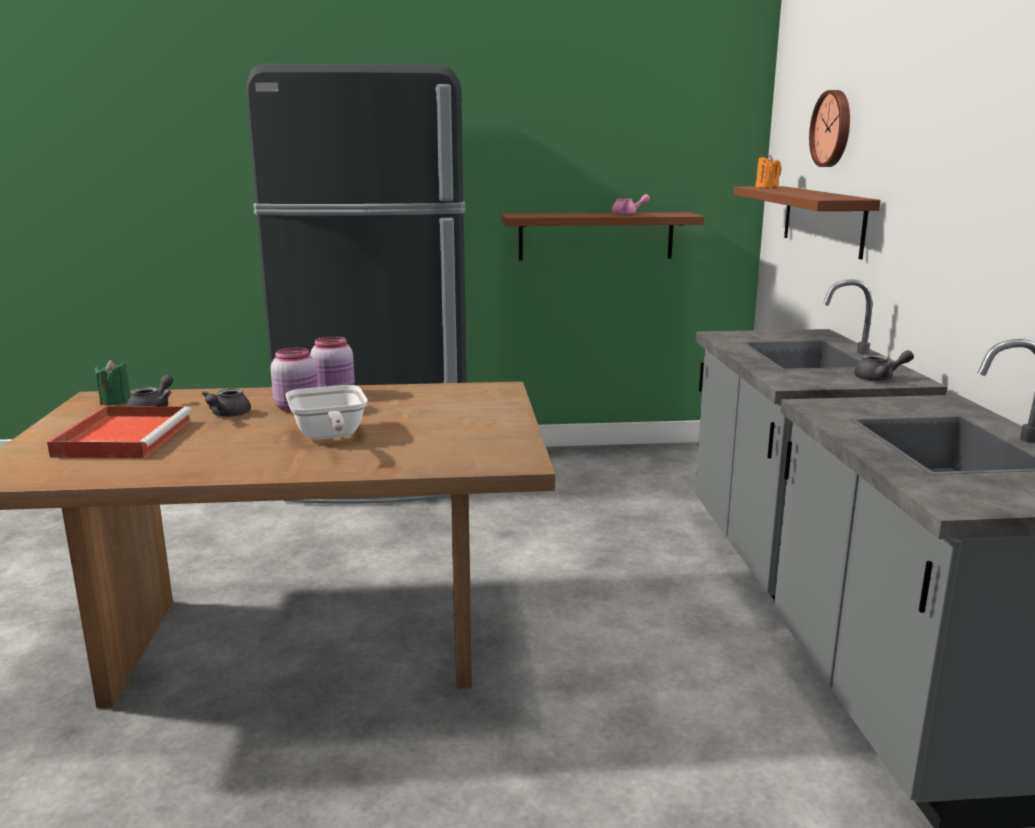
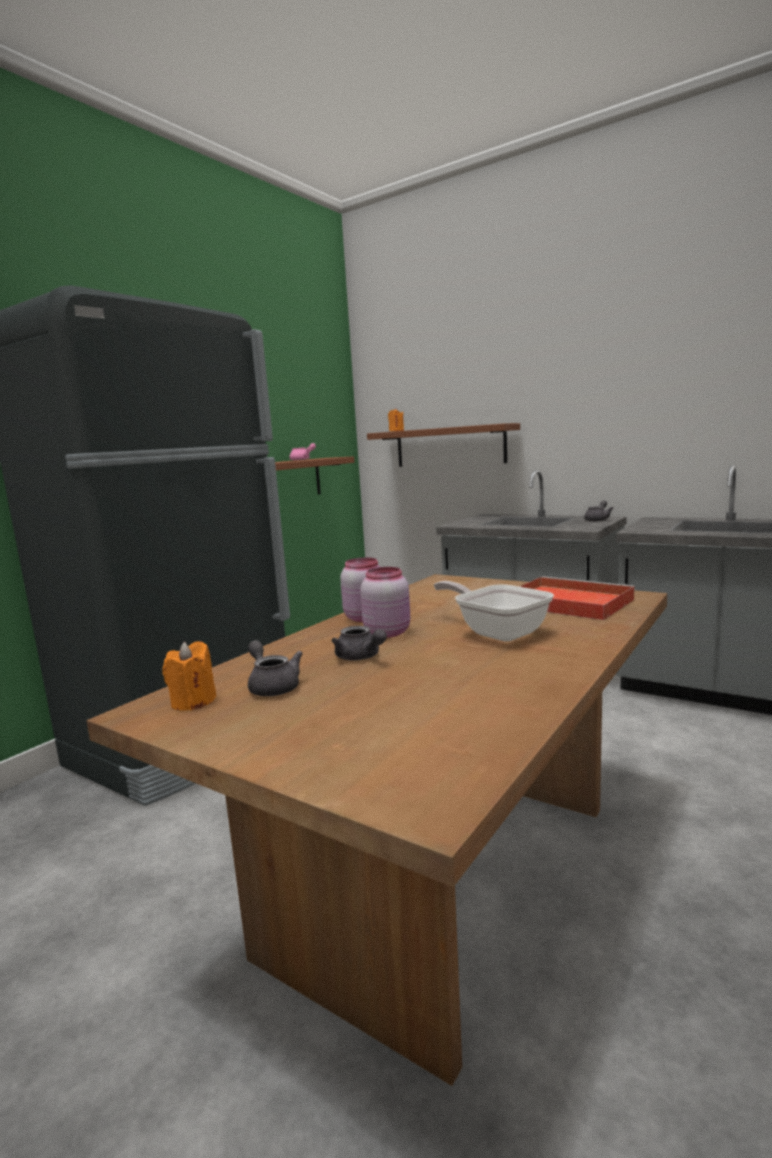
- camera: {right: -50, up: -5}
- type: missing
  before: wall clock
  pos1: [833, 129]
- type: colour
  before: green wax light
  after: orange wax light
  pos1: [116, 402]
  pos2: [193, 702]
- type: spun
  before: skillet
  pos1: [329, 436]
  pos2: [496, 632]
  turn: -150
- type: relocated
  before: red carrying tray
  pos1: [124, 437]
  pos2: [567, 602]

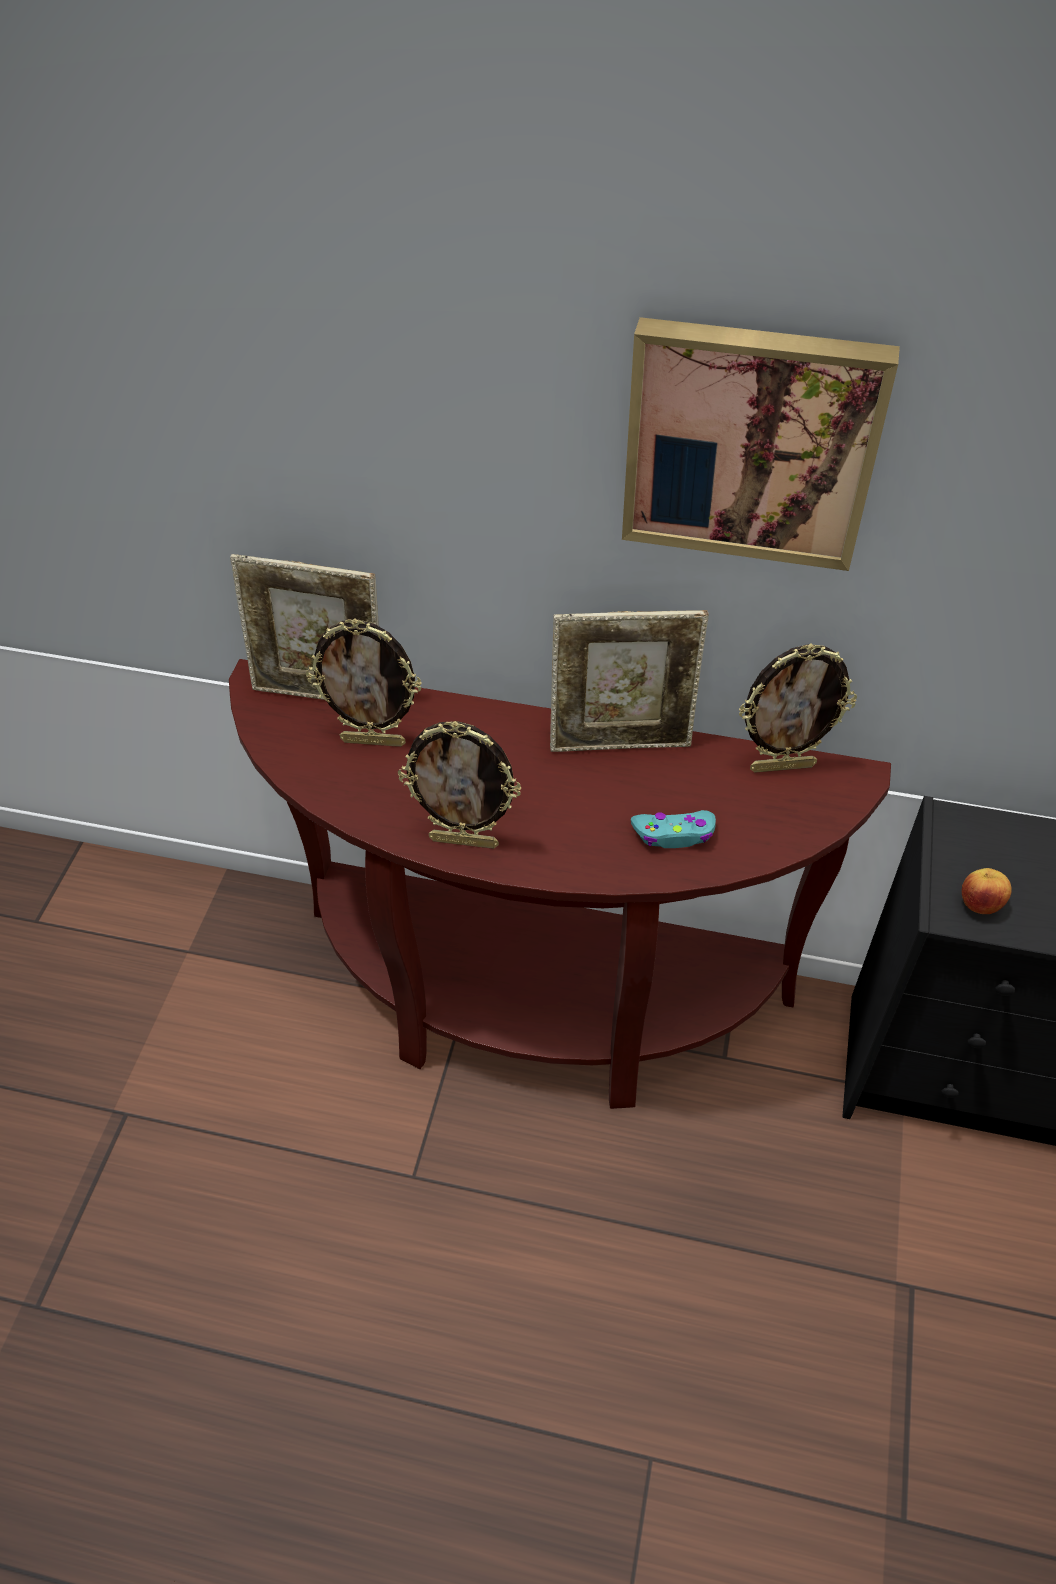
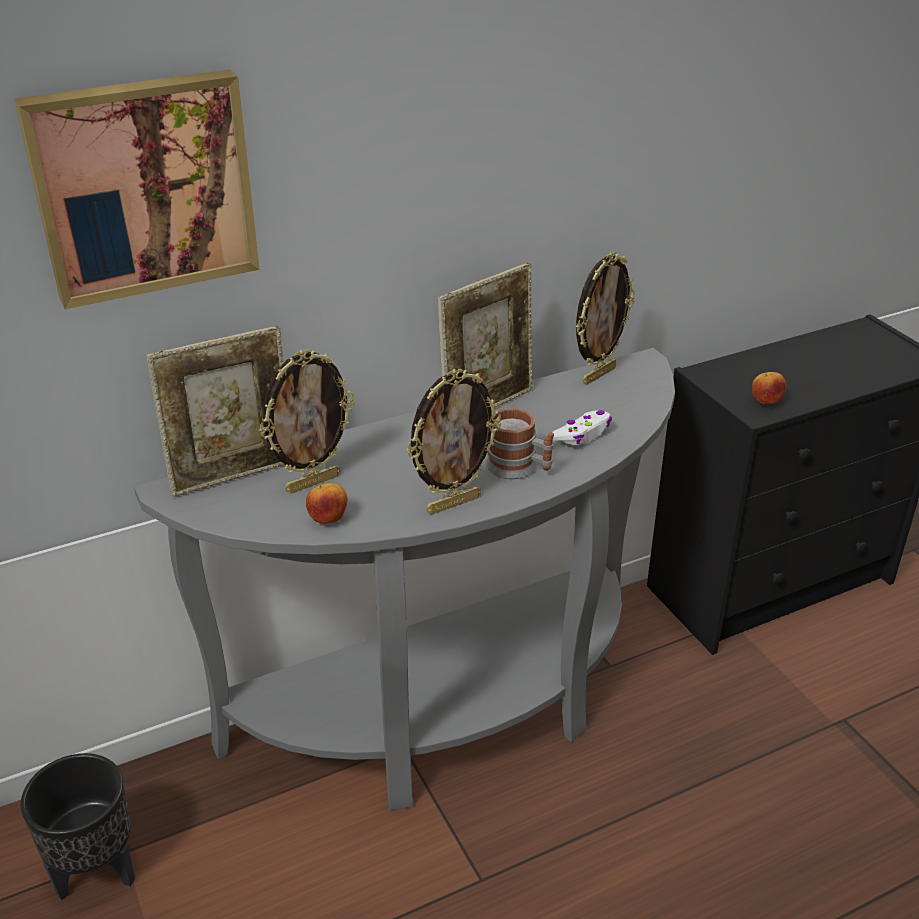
- camera: {right: -40, up: -15}
- type: relocated
  before: picture
  pos1: [751, 441]
  pos2: [143, 186]
- type: colour
  before: brownish console table
  after: gray console table
  pos1: [534, 1004]
  pos2: [453, 712]
- type: colour
  before: turquoise joypad
  after: white-coloured joypad
  pos1: [674, 834]
  pos2: [581, 435]
- type: appeared
  after: mug
  pos2: [519, 467]
- type: appeared
  after: apple fruit
  pos2: [328, 519]
- type: appeared
  after: black plant pot
  pos2: [97, 871]

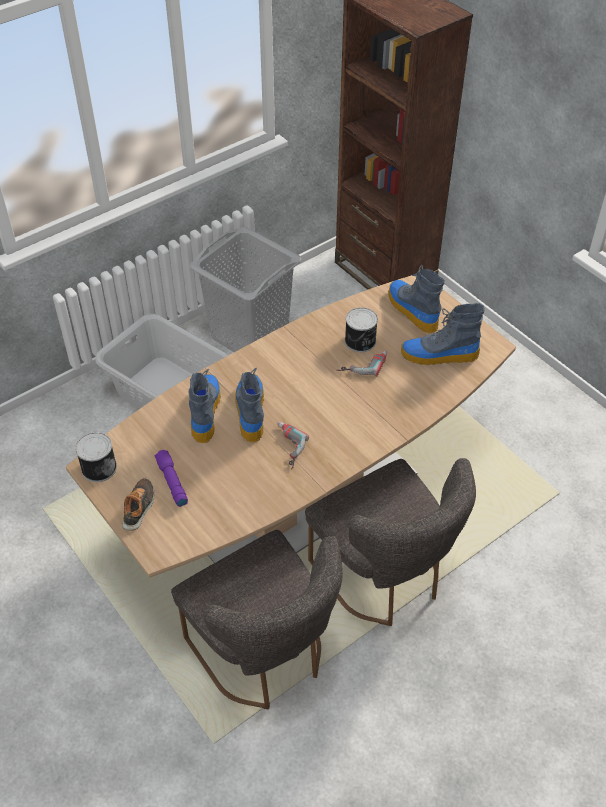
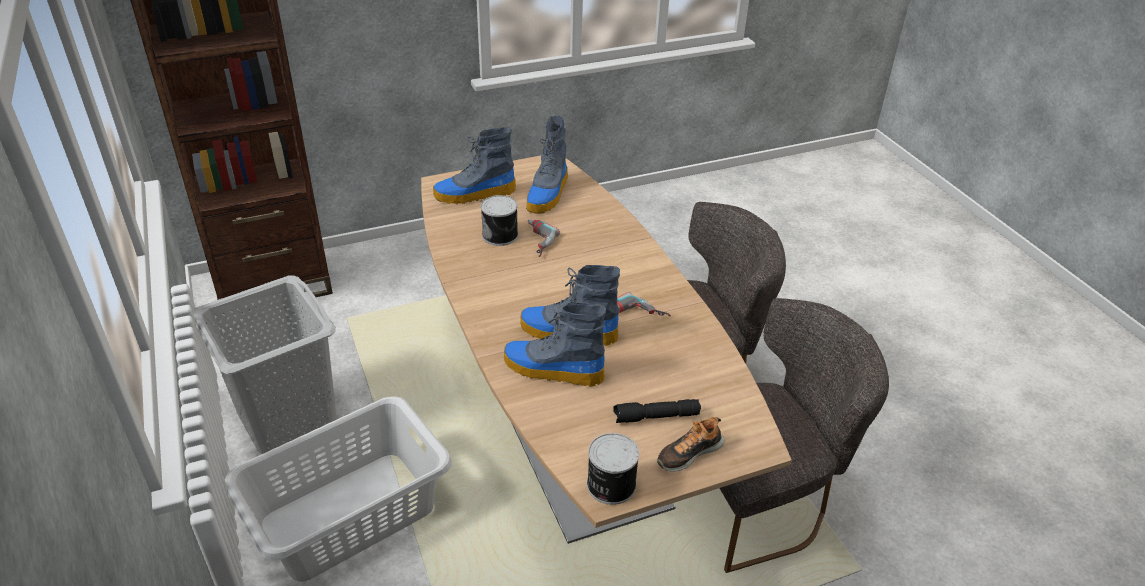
- camera: {right: -75, up: -10}
- type: colour
  before: purple hand torch
  after: black hand torch
  pos1: [171, 481]
  pos2: [655, 417]
- type: spun
  before: shoe
  pos1: [139, 507]
  pos2: [689, 453]
  turn: -60

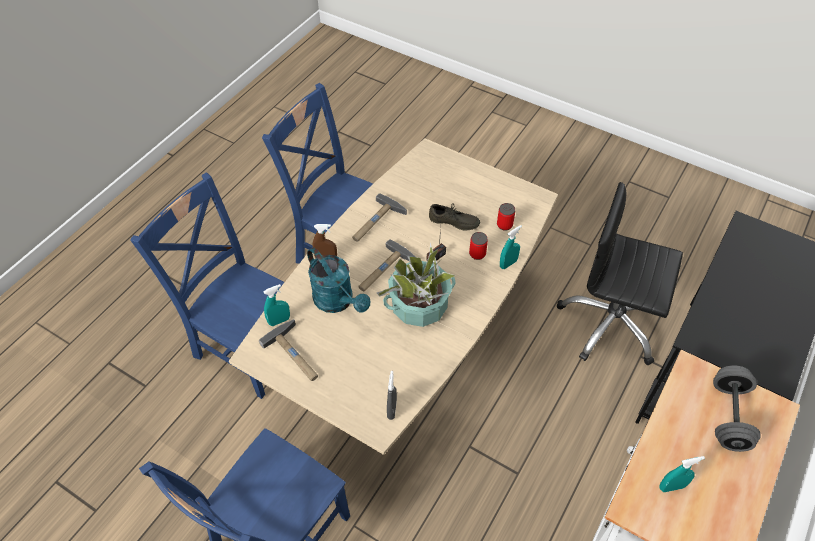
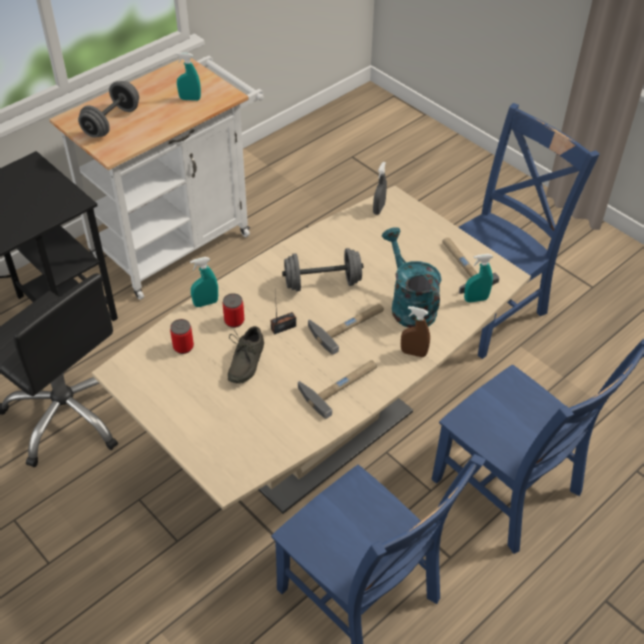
- camera: {right: -165, up: -5}
- type: spun
  before: gray shoe
  pos1: [453, 223]
  pos2: [244, 362]
  turn: -105
- type: exchanged
  before: potted plant
  after: gray free weight
  pos1: [419, 306]
  pos2: [322, 283]

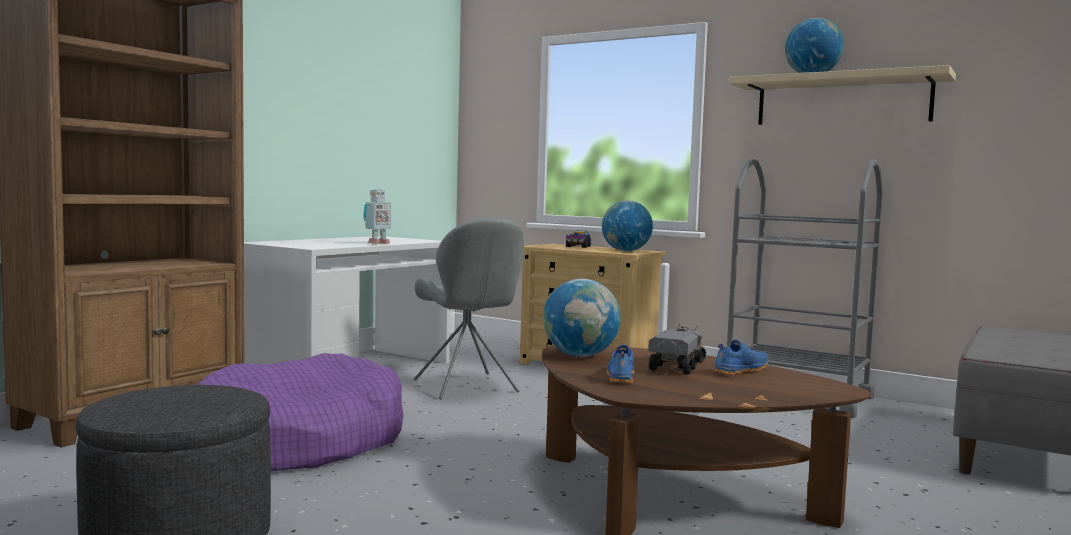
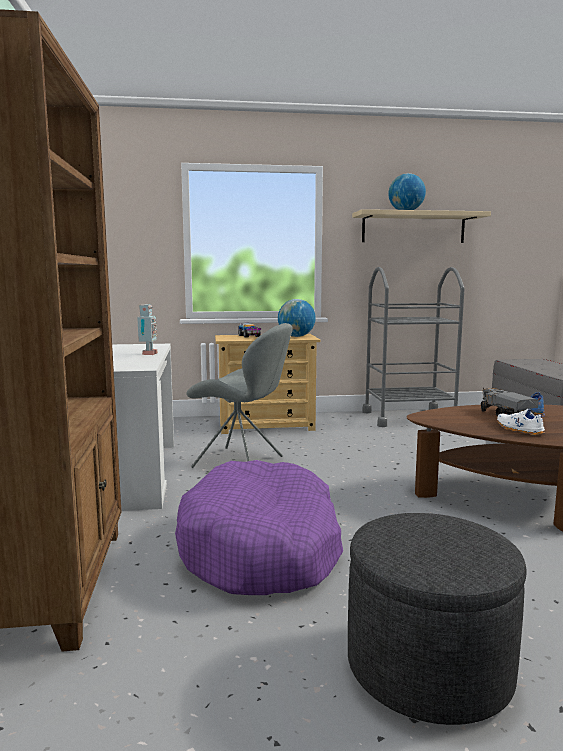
- camera: {right: -40, up: 5}
- type: missing
  before: desk globe
  pos1: [580, 355]
- type: colour
  before: blue shoe
  after: white-coloured shoe
  pos1: [619, 376]
  pos2: [519, 430]

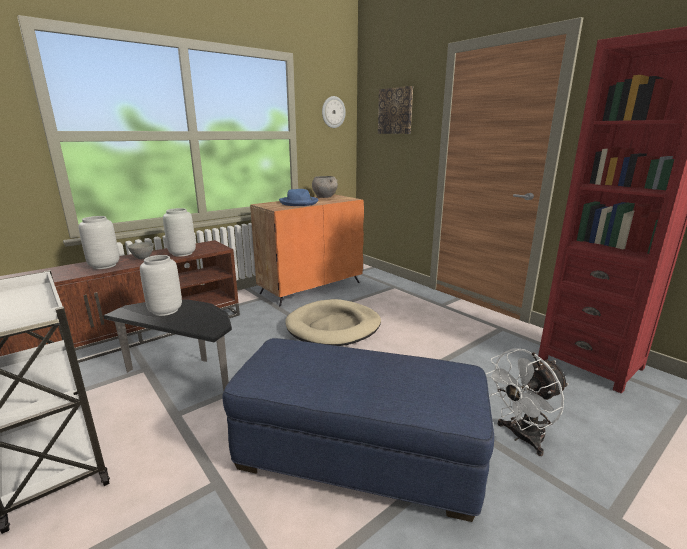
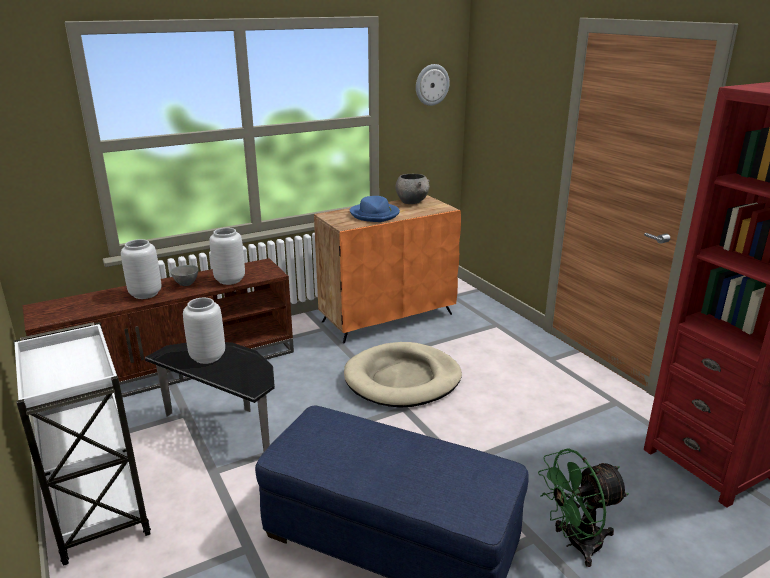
- camera: {right: 10, up: 5}
- type: missing
  before: picture
  pos1: [395, 111]
- type: colour
  before: white-coloured electric fan
  after: green electric fan
  pos1: [521, 437]
  pos2: [576, 543]

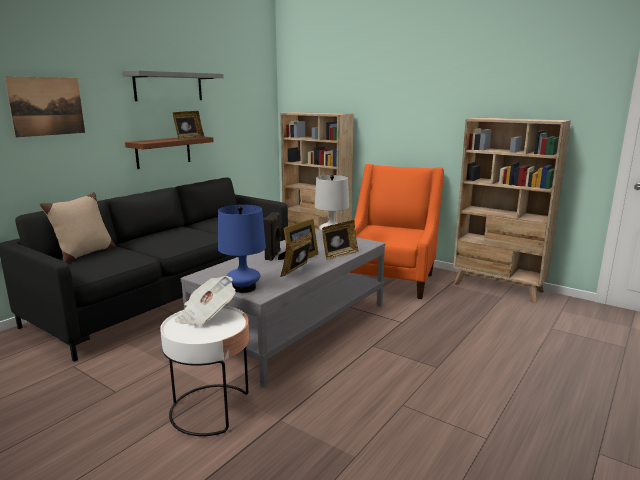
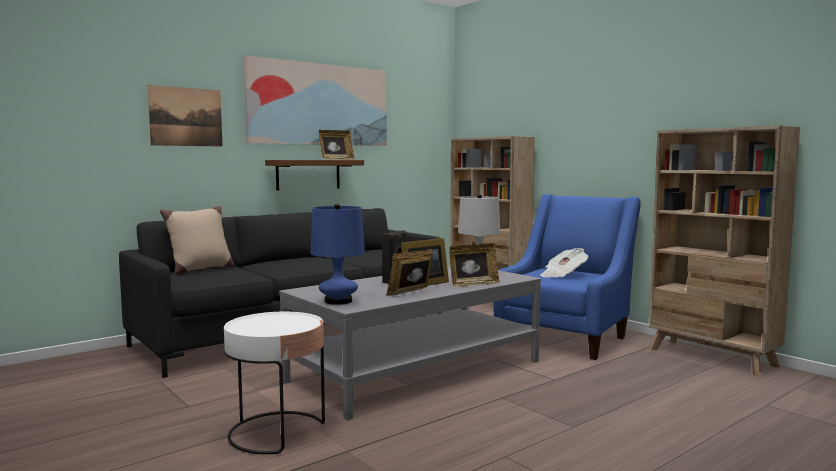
- camera: {right: 15, up: -10}
- type: exchanged
  before: gray shelf
  after: picture
  pos1: [169, 86]
  pos2: [320, 104]
- type: colour
  before: orange armchair
  after: blue armchair
  pos1: [390, 278]
  pos2: [566, 337]
- type: relocated
  before: daily paper
  pos1: [206, 315]
  pos2: [562, 275]

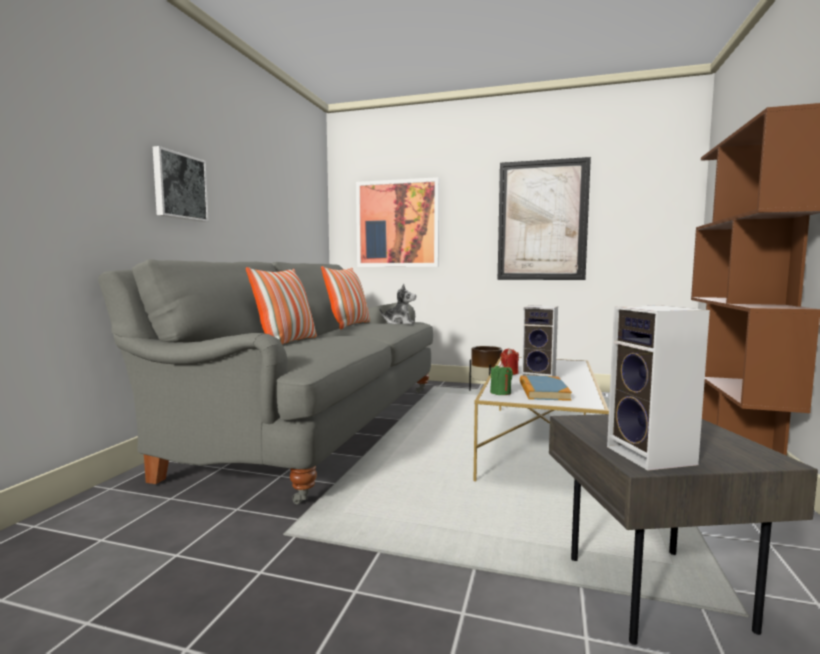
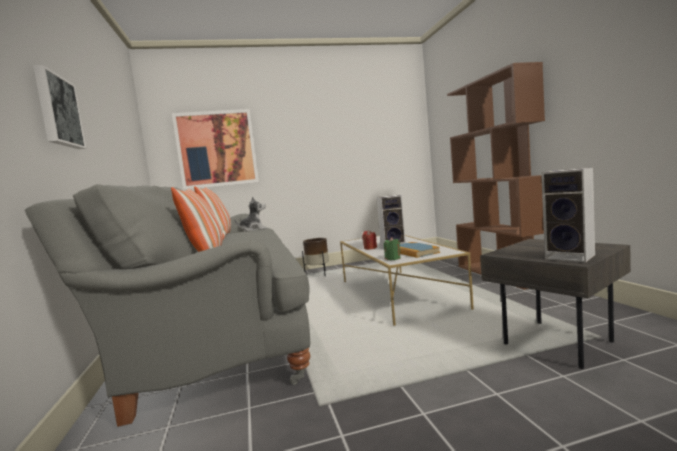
- camera: {right: -30, up: 0}
- type: missing
  before: picture
  pos1: [542, 220]

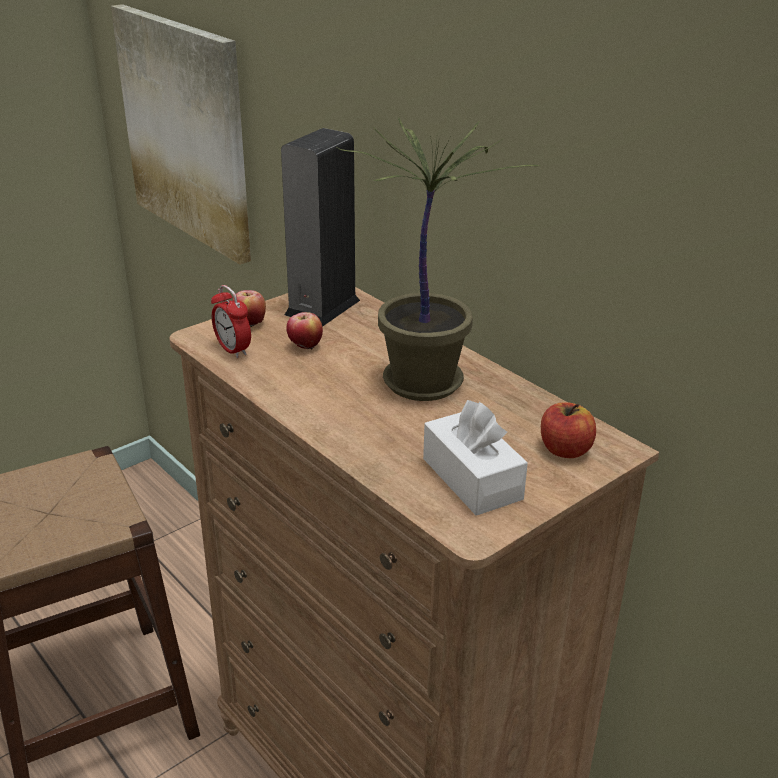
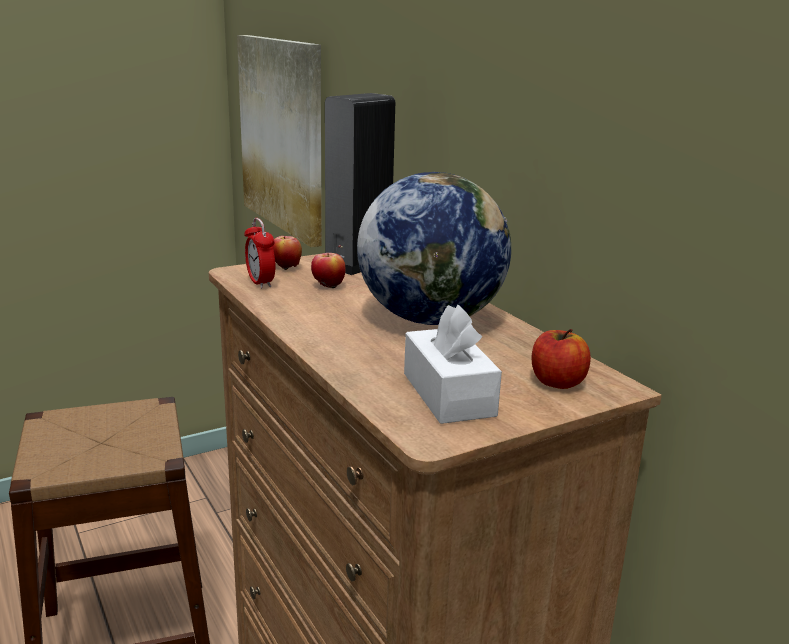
- camera: {right: 10, up: -10}
- type: exchanged
  before: potted plant
  after: desk globe
  pos1: [423, 381]
  pos2: [430, 319]

